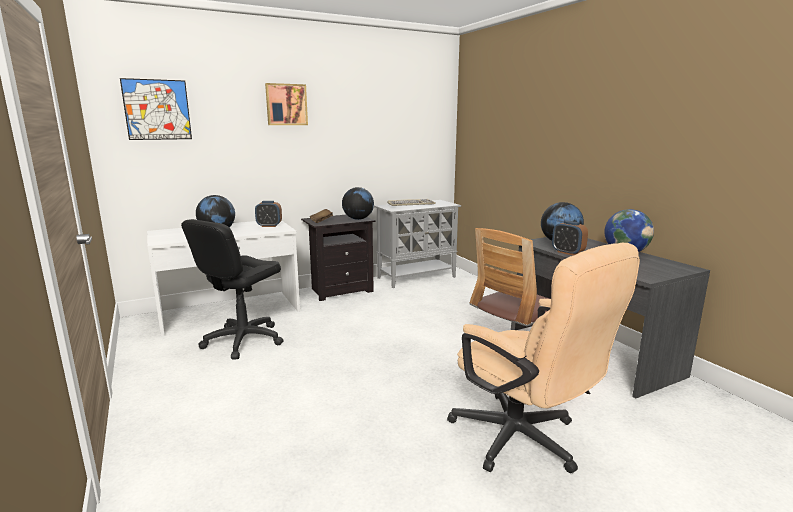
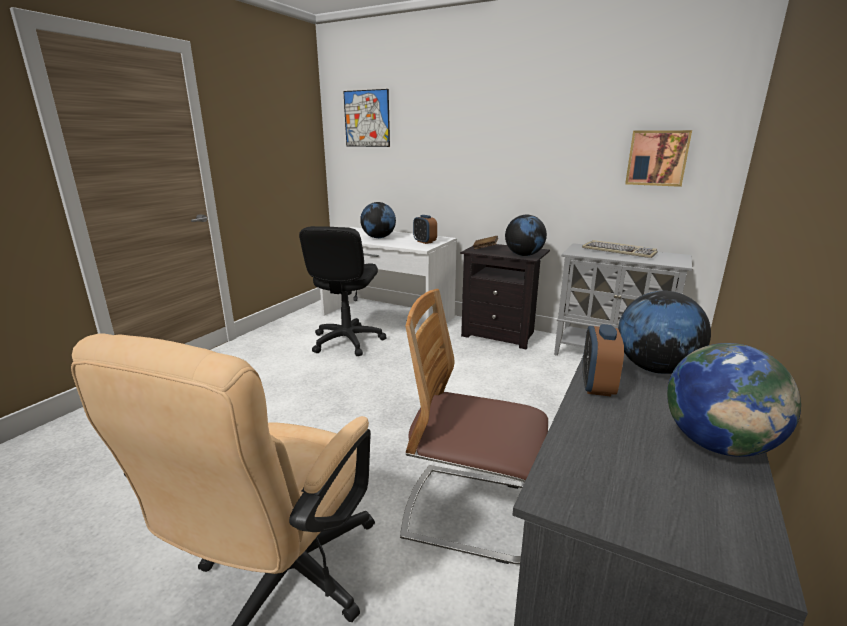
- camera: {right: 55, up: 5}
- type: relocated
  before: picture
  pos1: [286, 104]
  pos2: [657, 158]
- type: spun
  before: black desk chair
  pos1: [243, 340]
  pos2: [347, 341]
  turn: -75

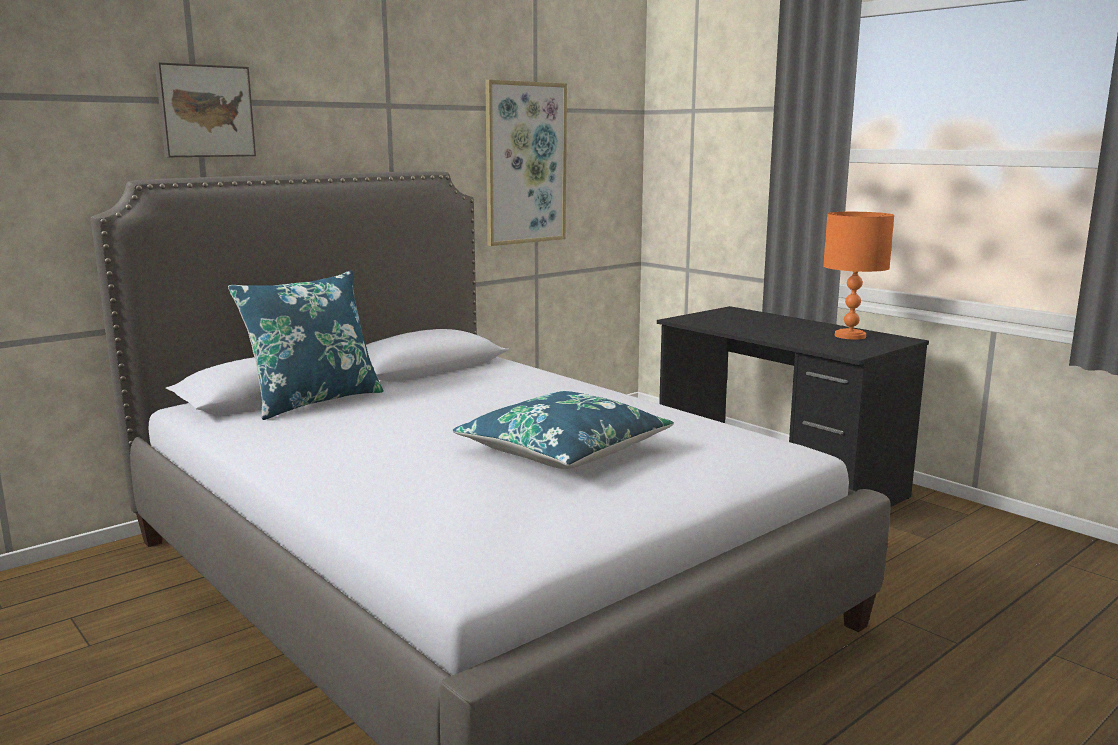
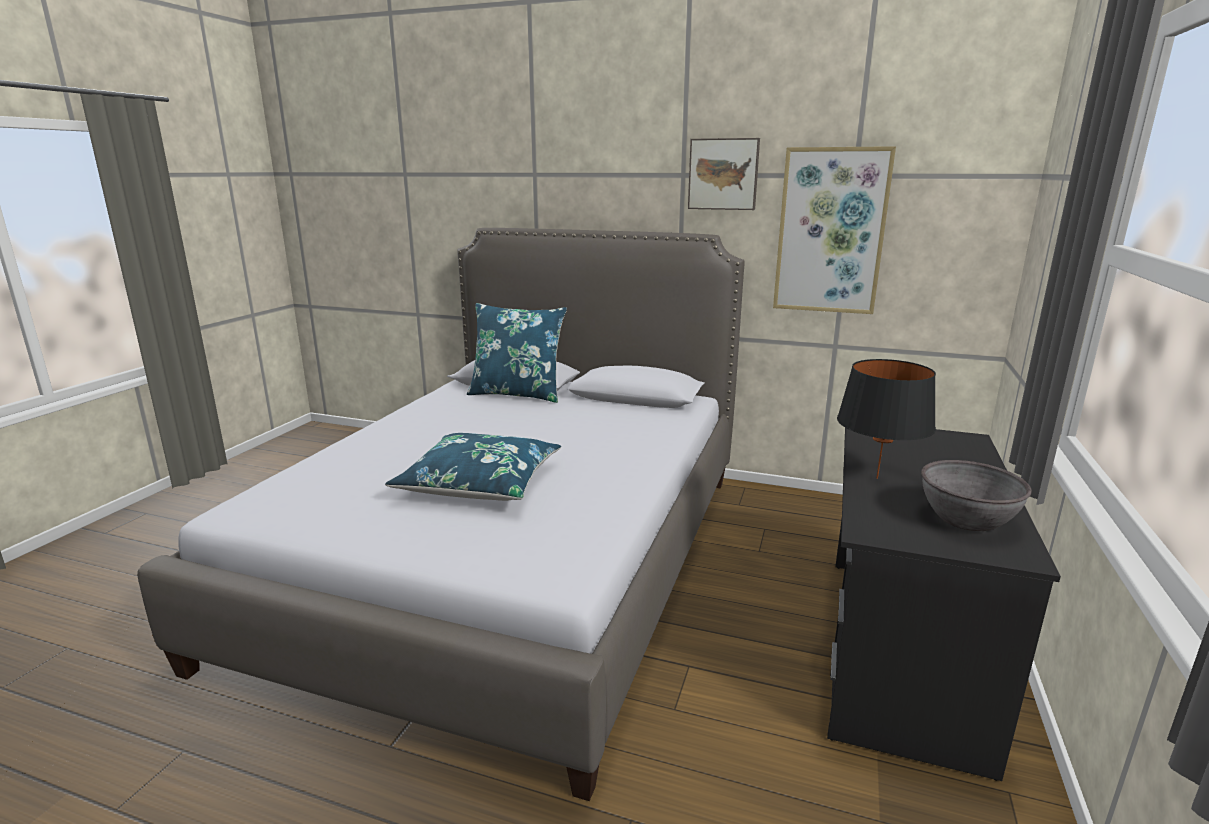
- camera: {right: 60, up: 5}
- type: relocated
  before: picture
  pos1: [205, 111]
  pos2: [723, 174]
- type: exchanged
  before: orange lamp for a table
  after: gray serving bowl
  pos1: [850, 336]
  pos2: [966, 519]
- type: appeared
  after: black lamp for a table
  pos2: [876, 478]

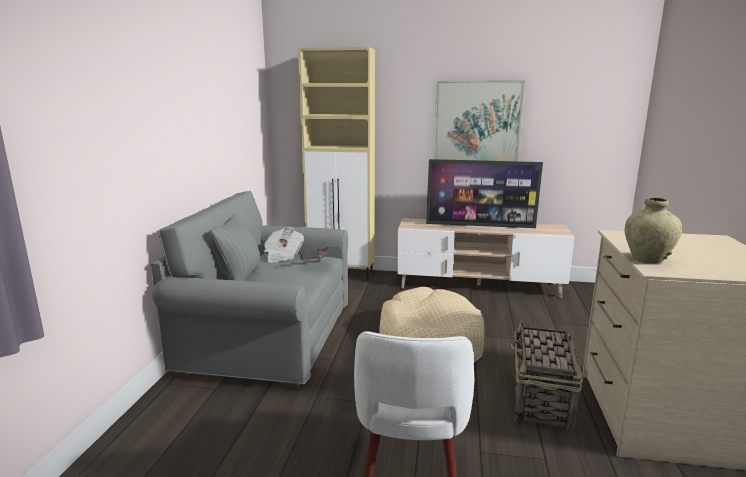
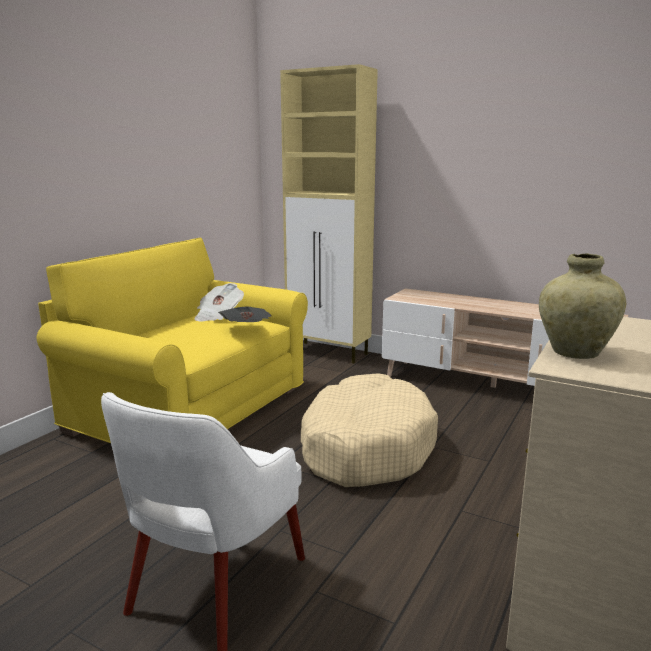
- camera: {right: 20, up: 0}
- type: missing
  before: picture
  pos1: [477, 124]
- type: missing
  before: TV
  pos1: [480, 225]
- type: colour
  before: gray sofa
  after: yellowish sofa
  pos1: [270, 337]
  pos2: [190, 409]
- type: missing
  before: gray throw pillow
  pos1: [239, 278]
- type: missing
  before: storage basket
  pos1: [540, 400]

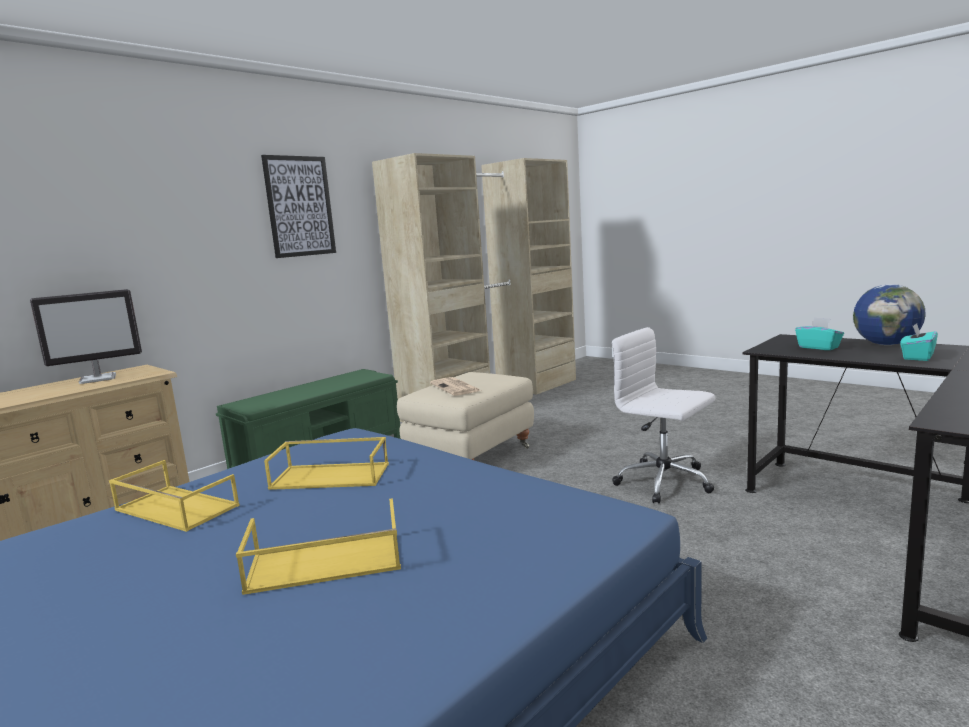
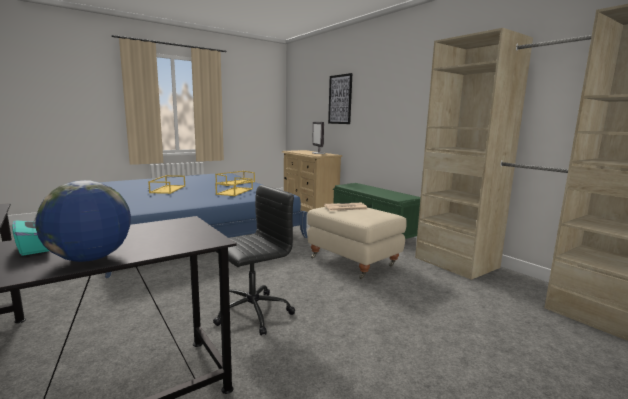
- camera: {right: 100, up: 0}
- type: relocated
  before: picture
  pos1: [300, 206]
  pos2: [340, 99]
- type: missing
  before: turquoise tissue box
  pos1: [818, 347]
- type: colour
  before: white-coloured desk chair
  after: black desk chair
  pos1: [665, 482]
  pos2: [251, 313]

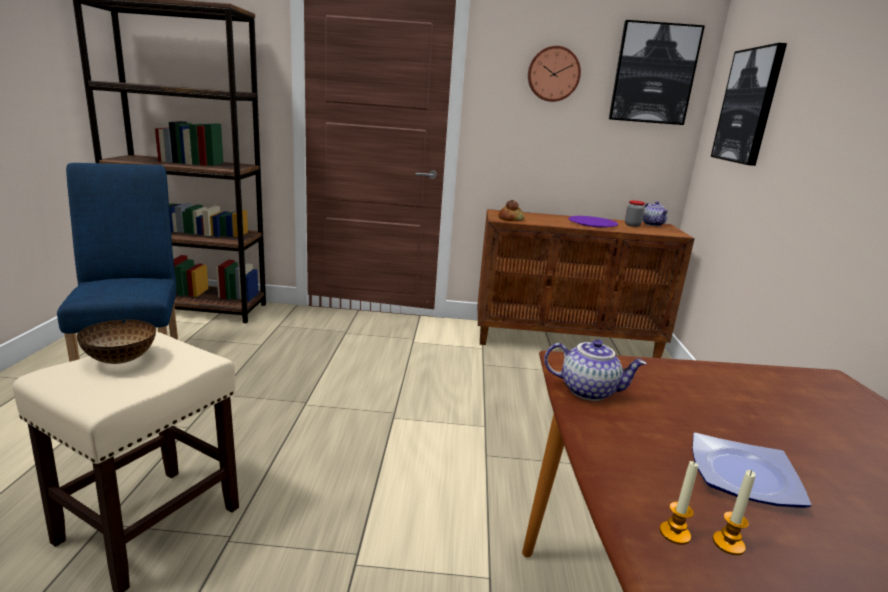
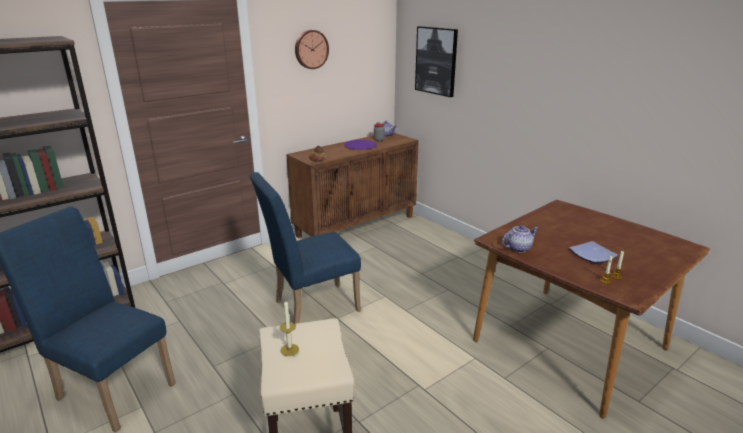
- camera: {right: -40, up: 5}
- type: missing
  before: picture
  pos1: [654, 74]
- type: exchanged
  before: serving bowl
  after: wax light
  pos1: [122, 360]
  pos2: [289, 350]
- type: appeared
  after: blue upright chair
  pos2: [310, 307]

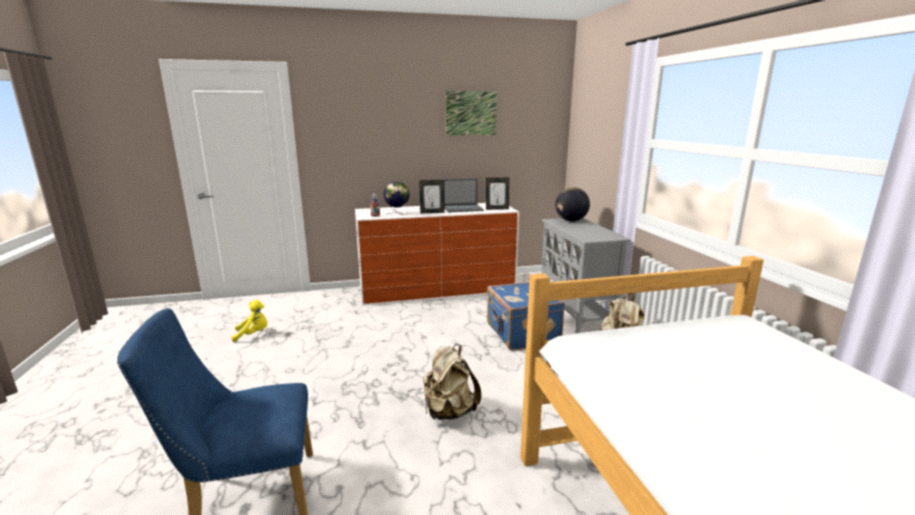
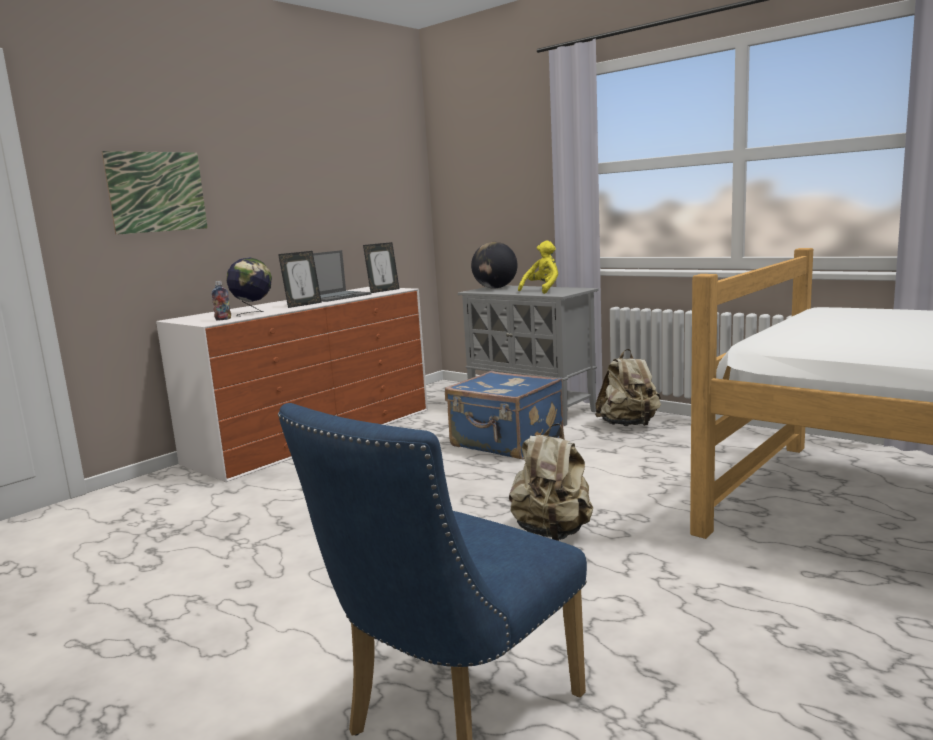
- camera: {right: -35, up: -5}
- type: relocated
  before: picture
  pos1: [471, 113]
  pos2: [157, 192]
- type: relocated
  before: yellowish plush toy
  pos1: [253, 334]
  pos2: [542, 290]

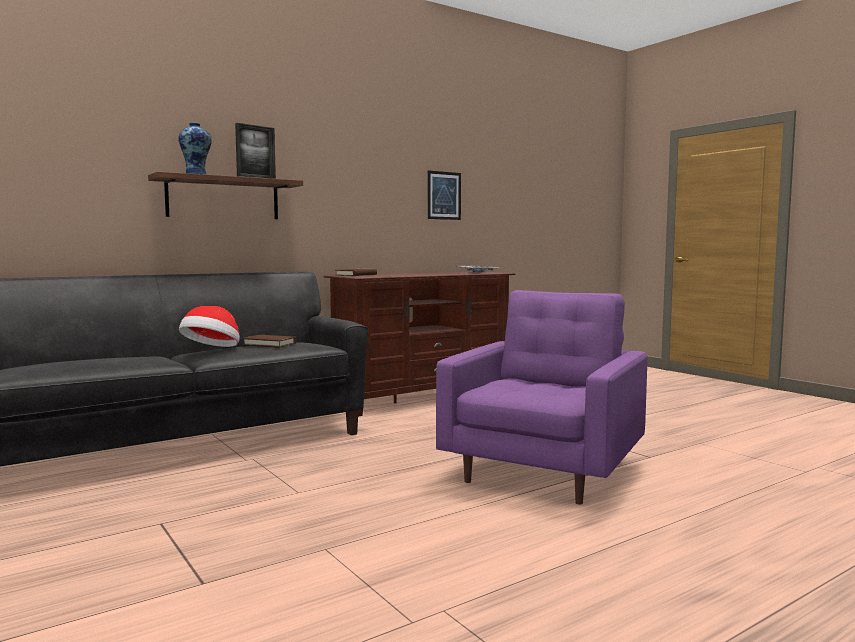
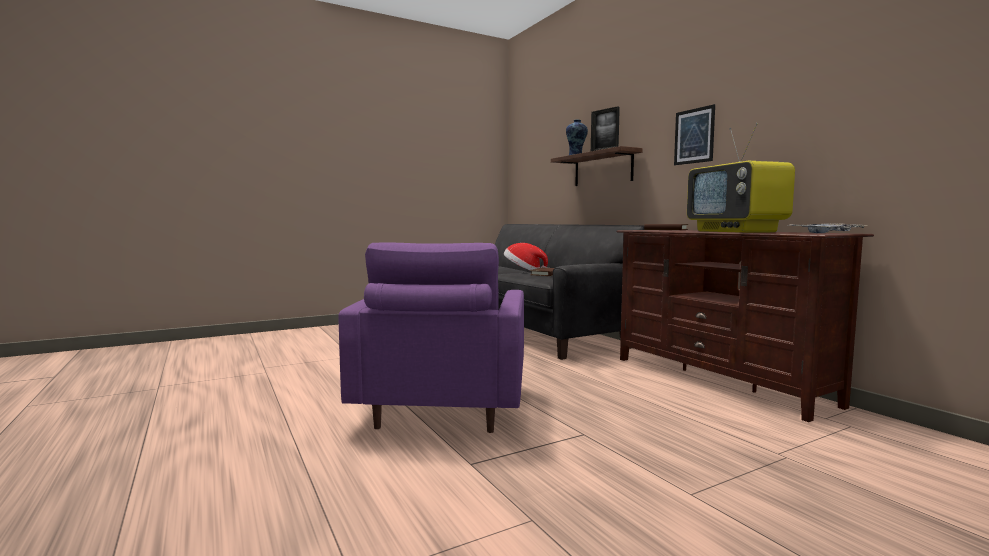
- camera: {right: 95, up: 0}
- type: relocated
  before: picture
  pos1: [444, 195]
  pos2: [694, 136]
- type: spun
  before: purple armchair
  pos1: [545, 471]
  pos2: [442, 408]
  turn: 60
- type: appeared
  after: TV
  pos2: [736, 231]

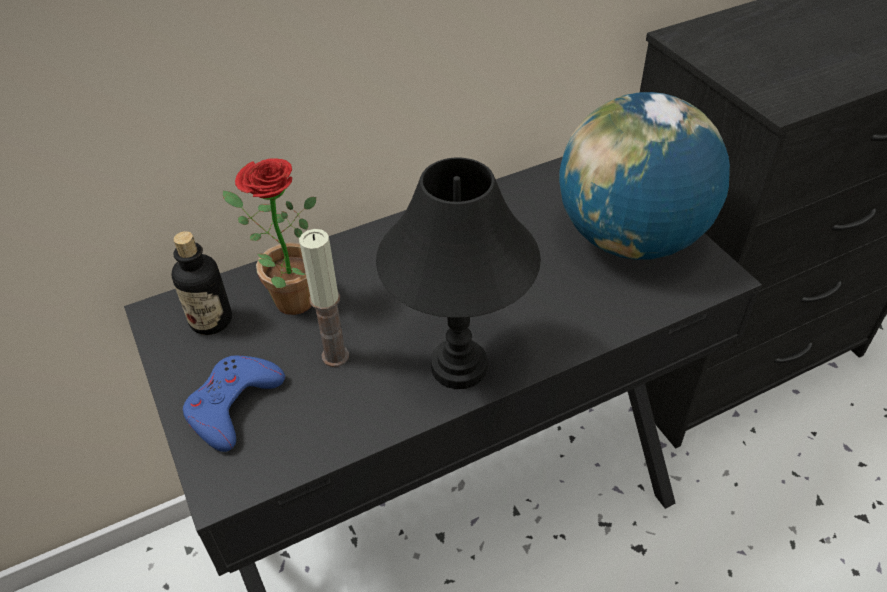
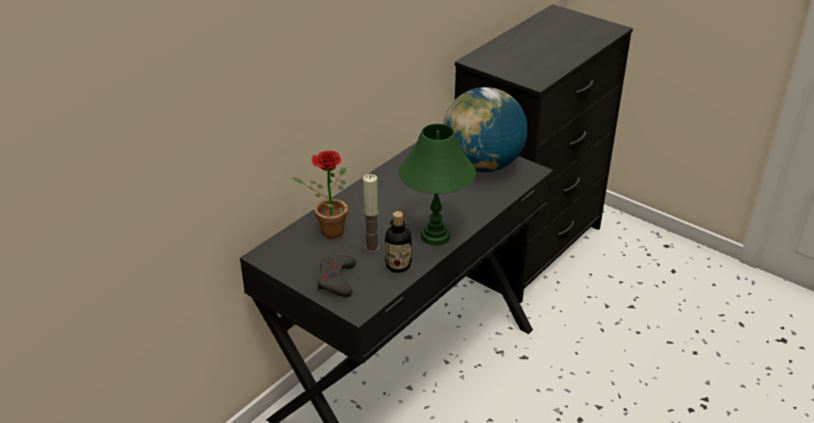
- camera: {right: -25, up: -10}
- type: colour
  before: black lamp for a table
  after: green lamp for a table
  pos1: [458, 367]
  pos2: [435, 237]
- type: relocated
  before: drink bottle
  pos1: [211, 320]
  pos2: [398, 265]
- type: colour
  before: blue joypad
  after: gray joypad
  pos1: [233, 405]
  pos2: [336, 280]

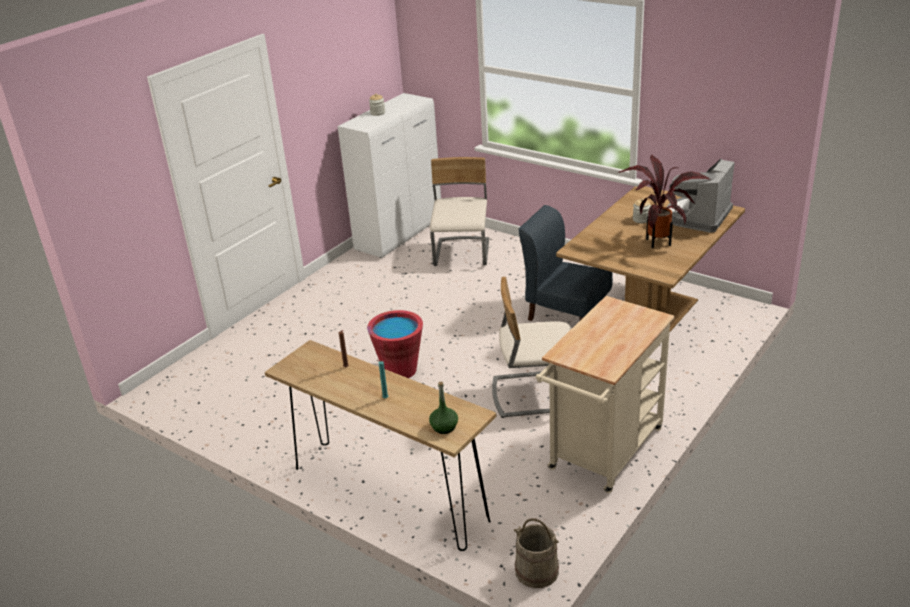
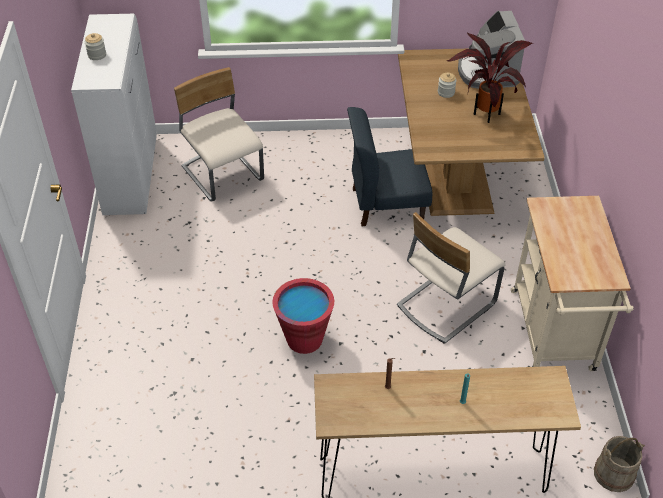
- camera: {right: -40, up: 15}
- type: missing
  before: green drink bottle
  pos1: [444, 427]

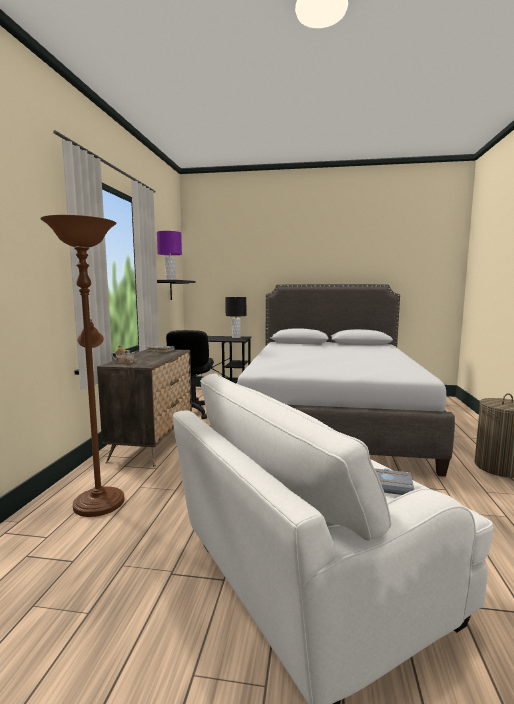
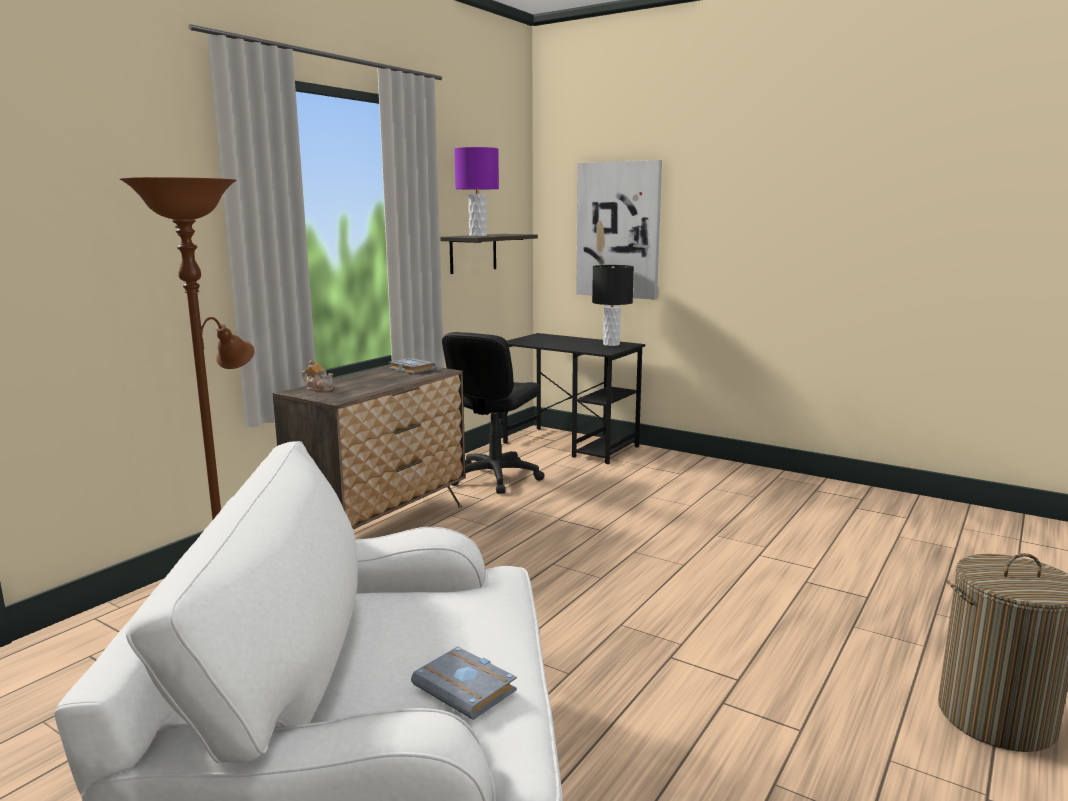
- camera: {right: 25, up: 5}
- type: missing
  before: gray bed
  pos1: [330, 420]
- type: appeared
  after: picture
  pos2: [618, 230]

